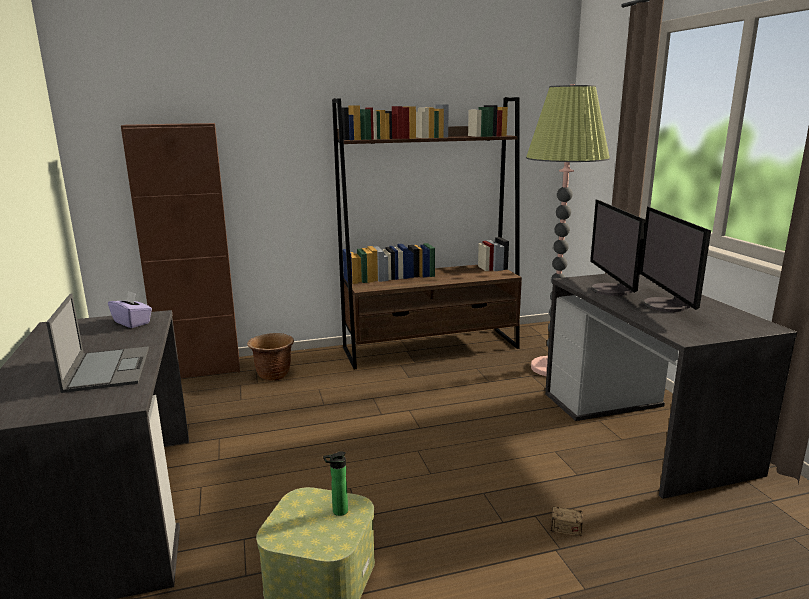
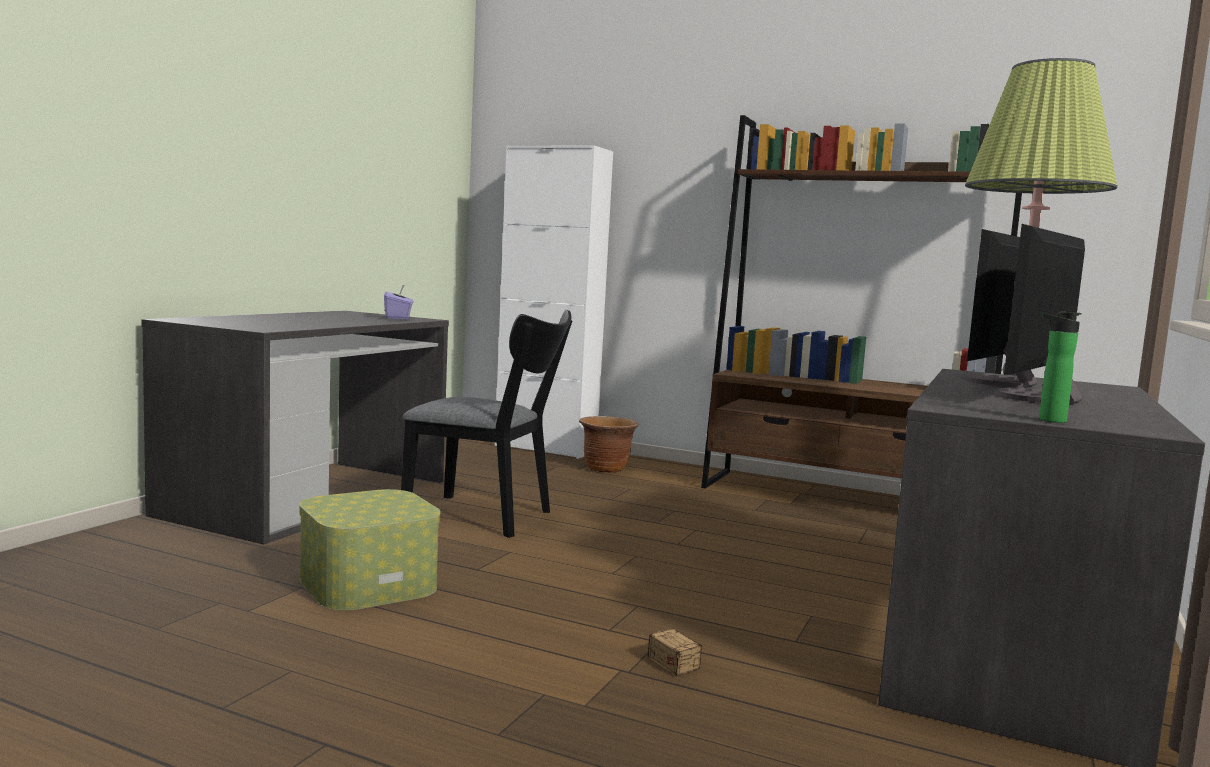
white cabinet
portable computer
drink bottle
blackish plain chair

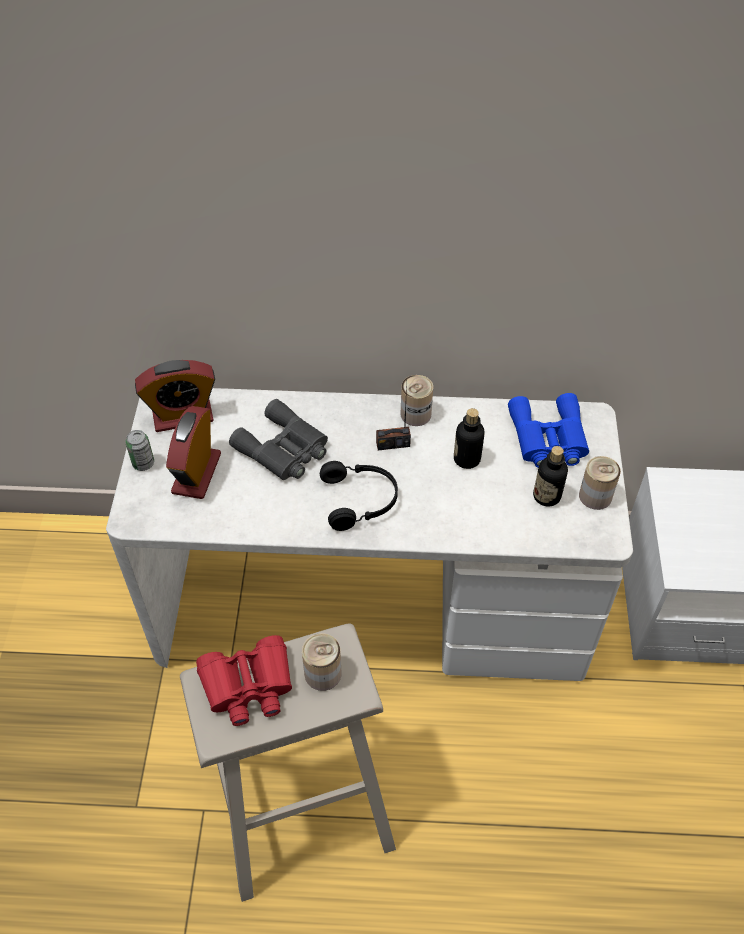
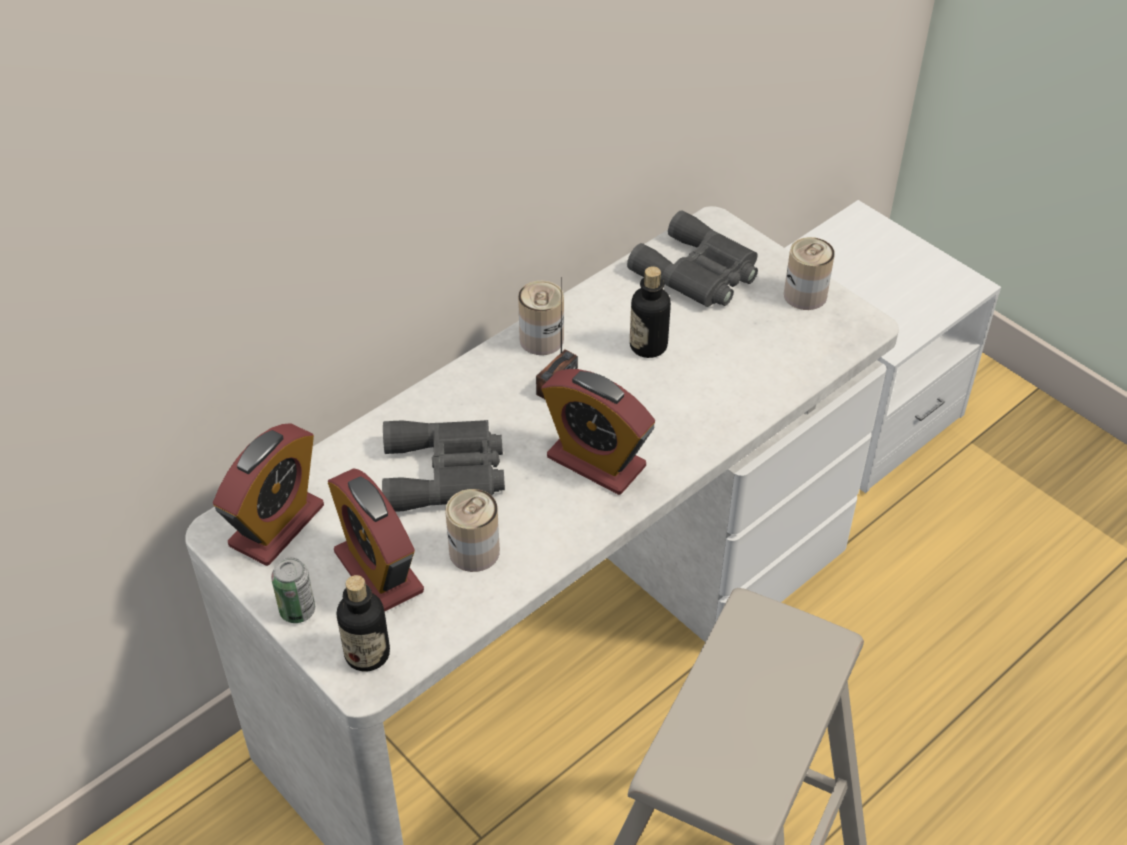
grey binoculars (no. 2 from left)
drink bottle (no. 1 from left)
table clock (no. 3 from left)
can (no. 2 from left)
reddish binoculars

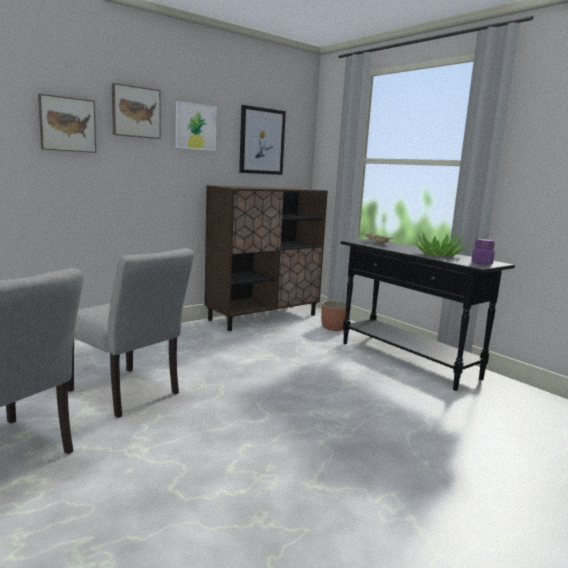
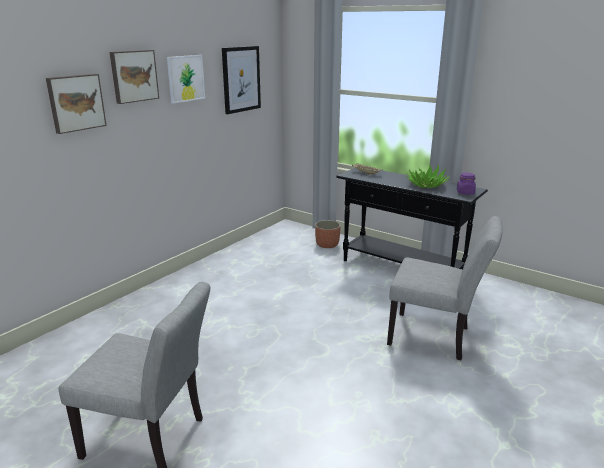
brown cabinet
grey plain chair (no. 2 from left)

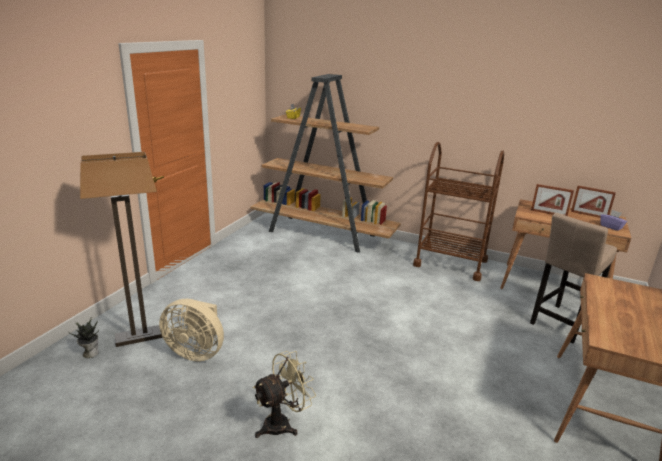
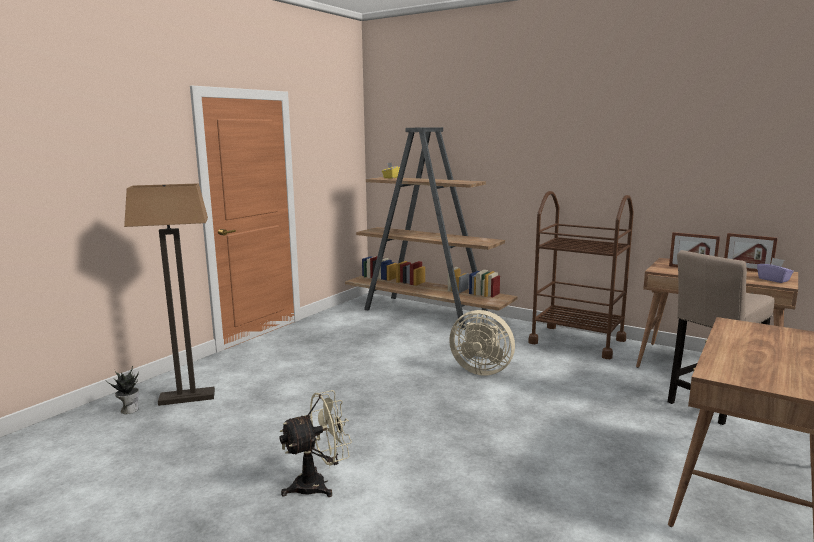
beige fan (no. 2 from left)

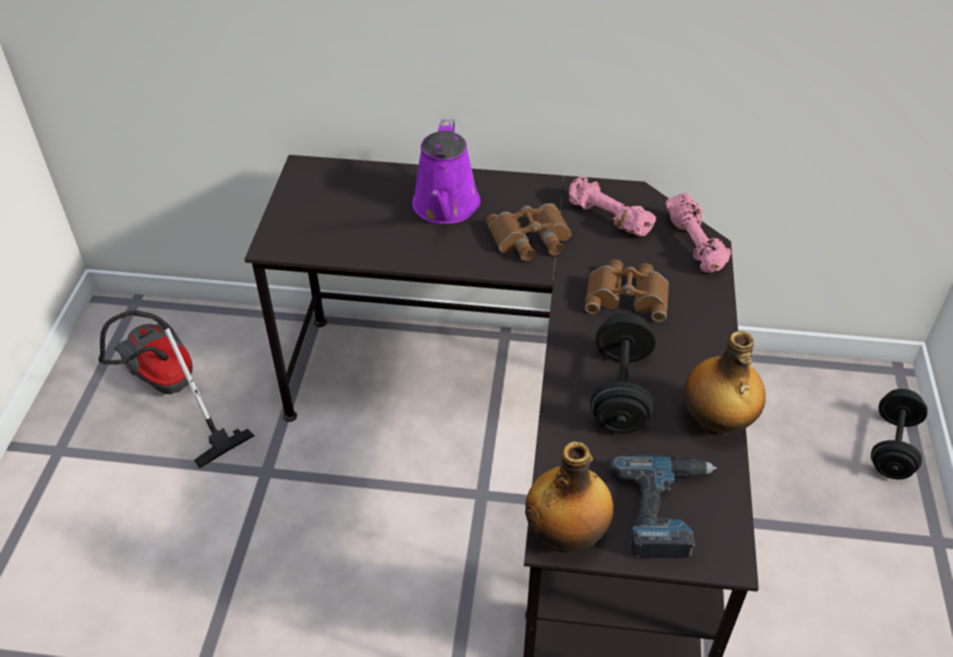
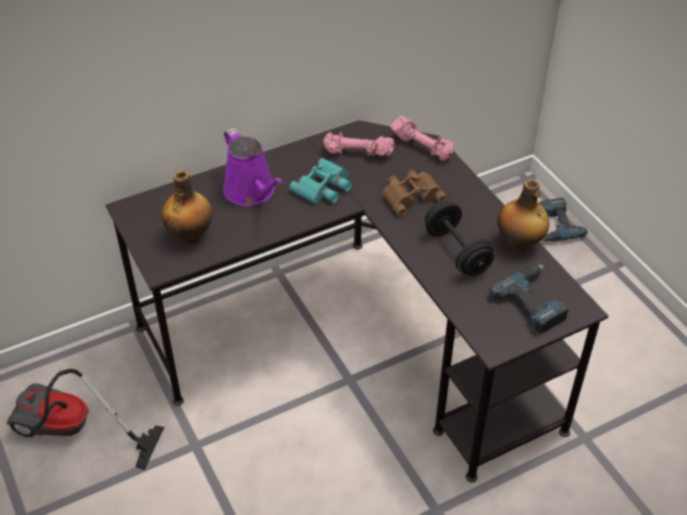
turquoise-coloured binoculars
power drill (no. 2 from left)
drink bottle (no. 1 from left)

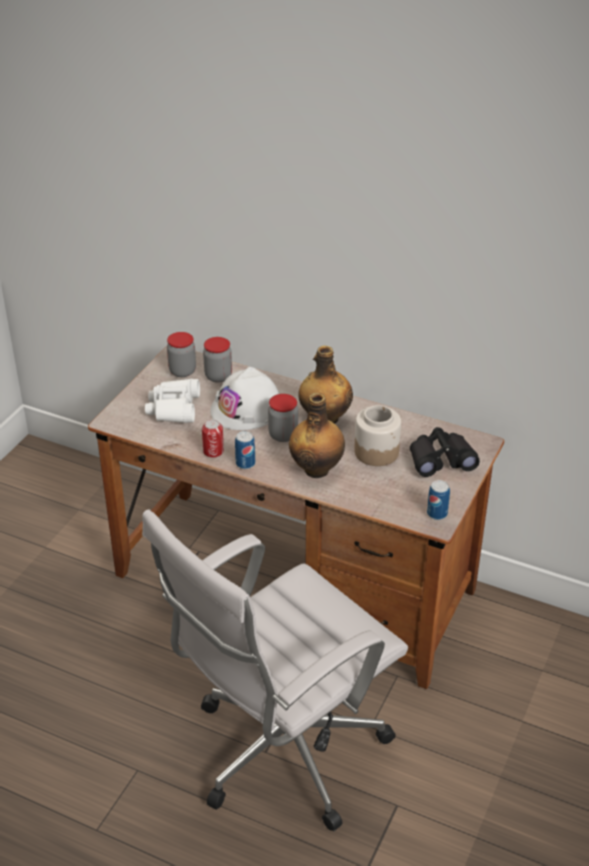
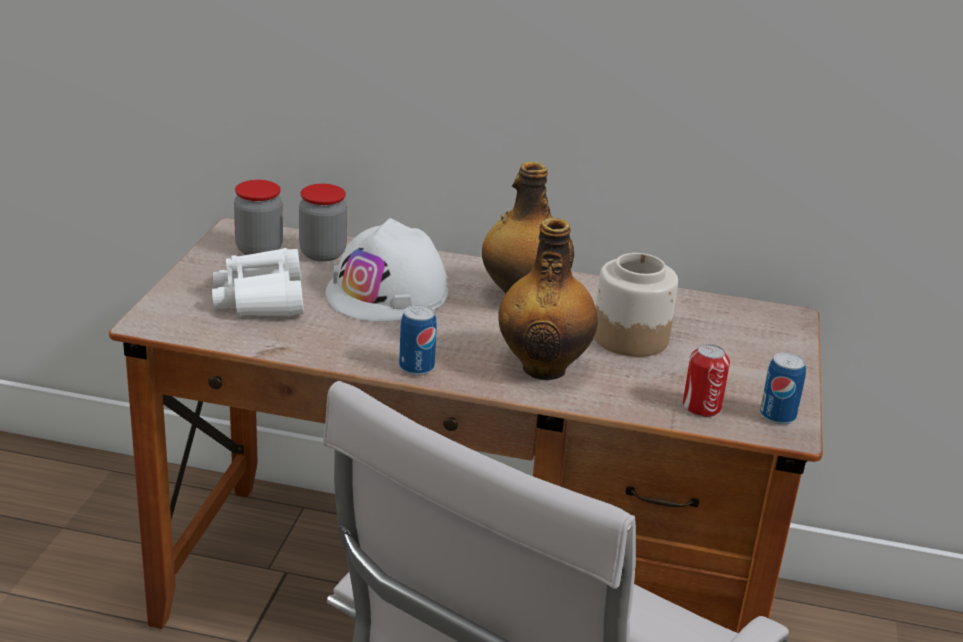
jar (no. 3 from left in the first image)
can (no. 2 from left)
blackish binoculars

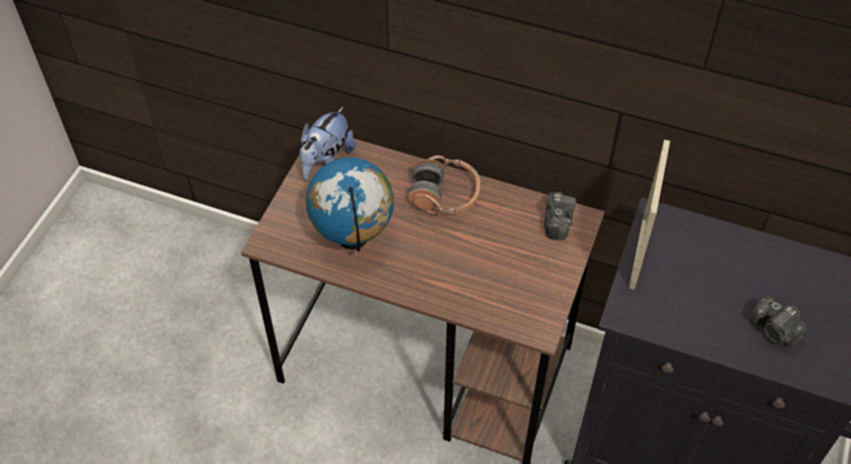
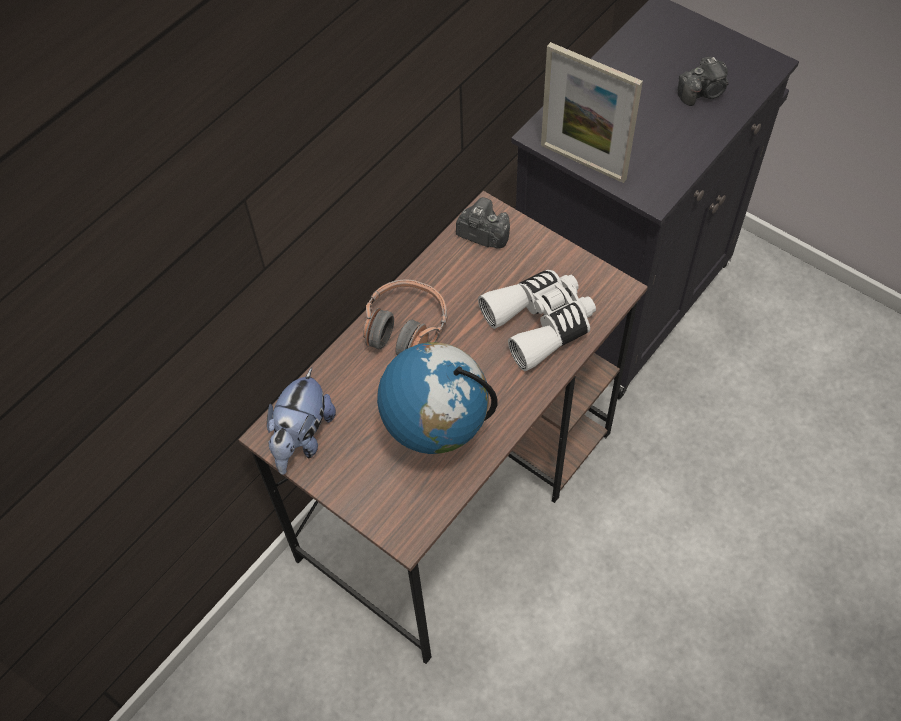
soft toy
white binoculars

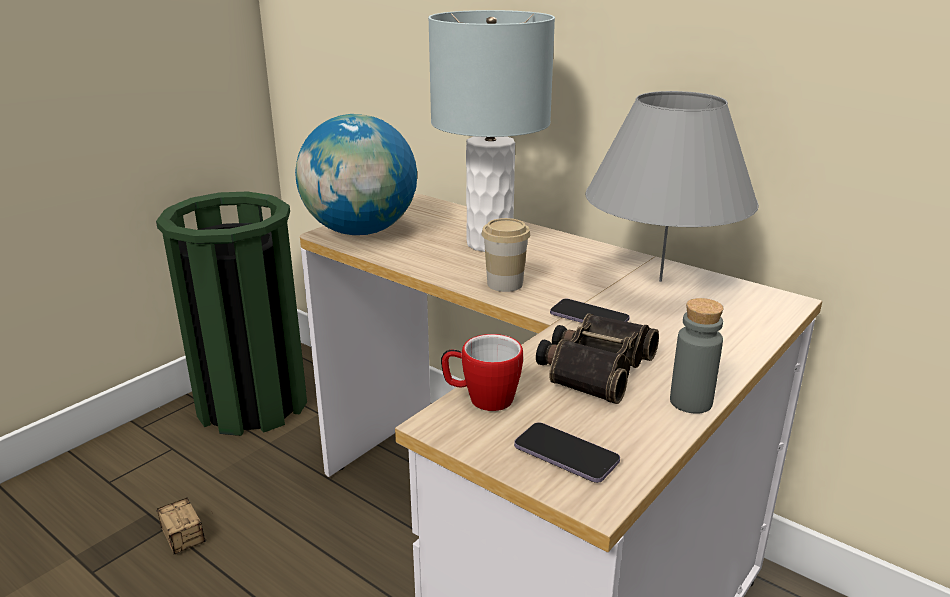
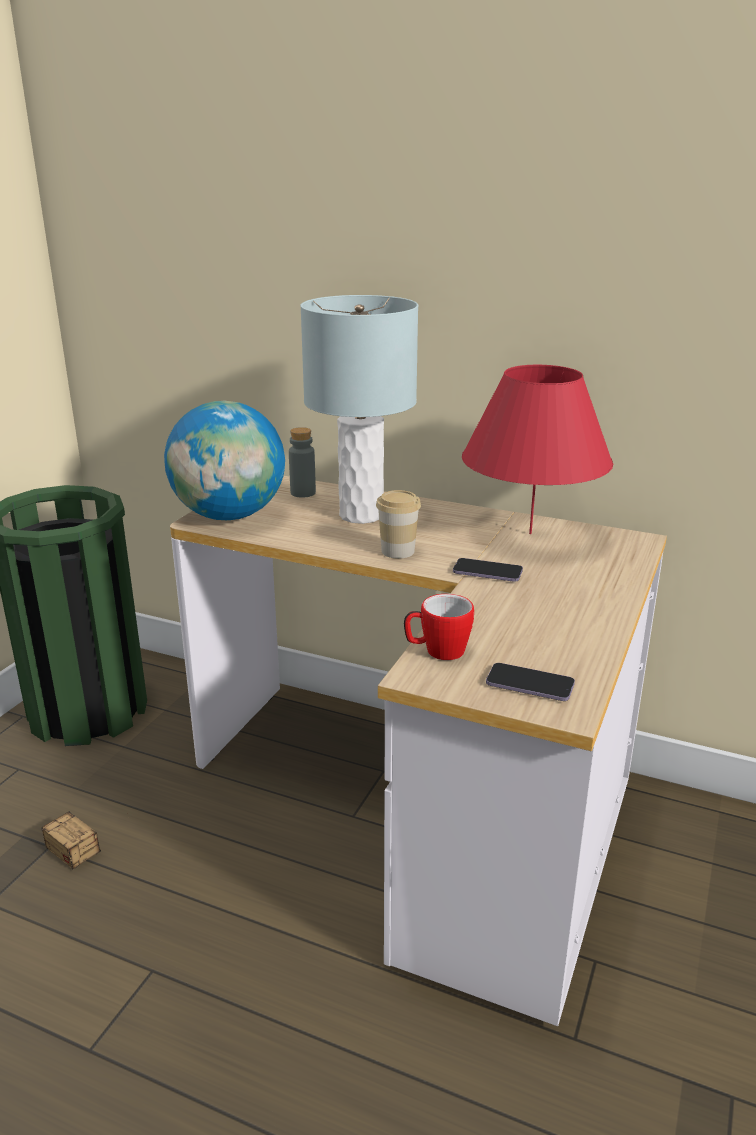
reddish lamp for a table
grey drink bottle
binoculars

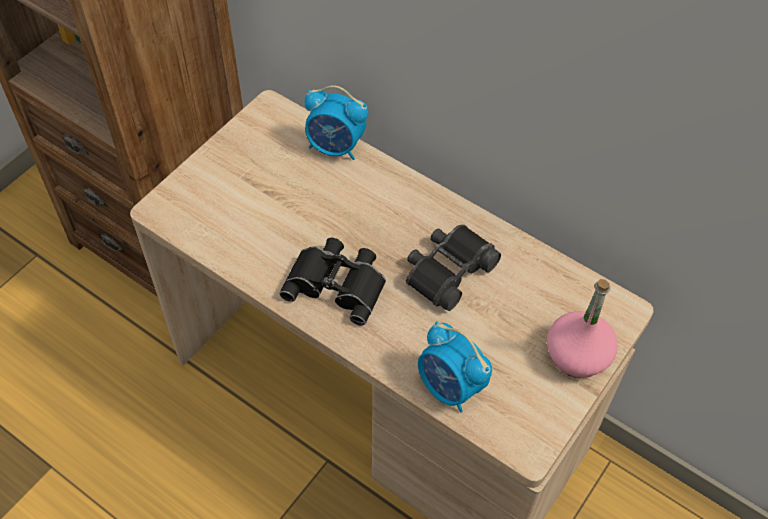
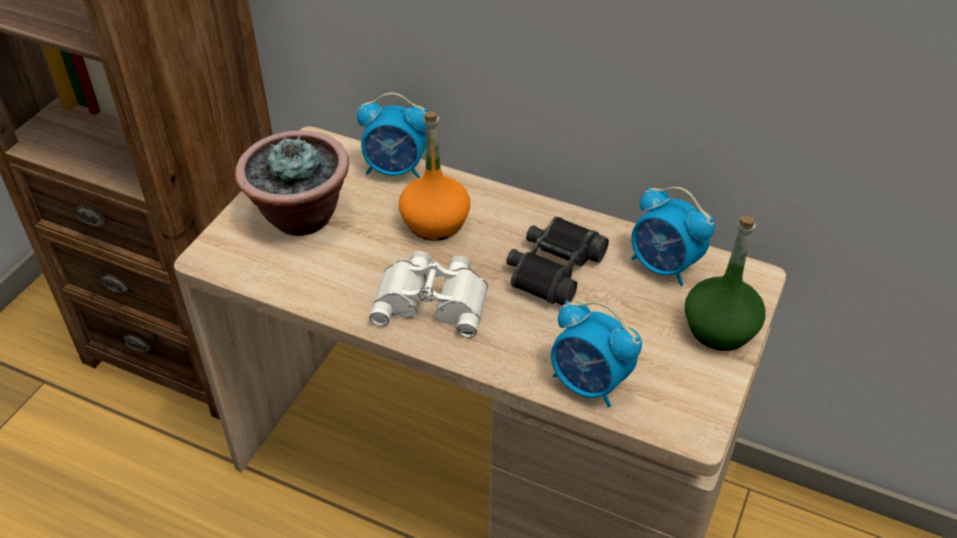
white binoculars
greenish drink bottle
orangey drink bottle
houseplant
table clock (no. 3 from left)

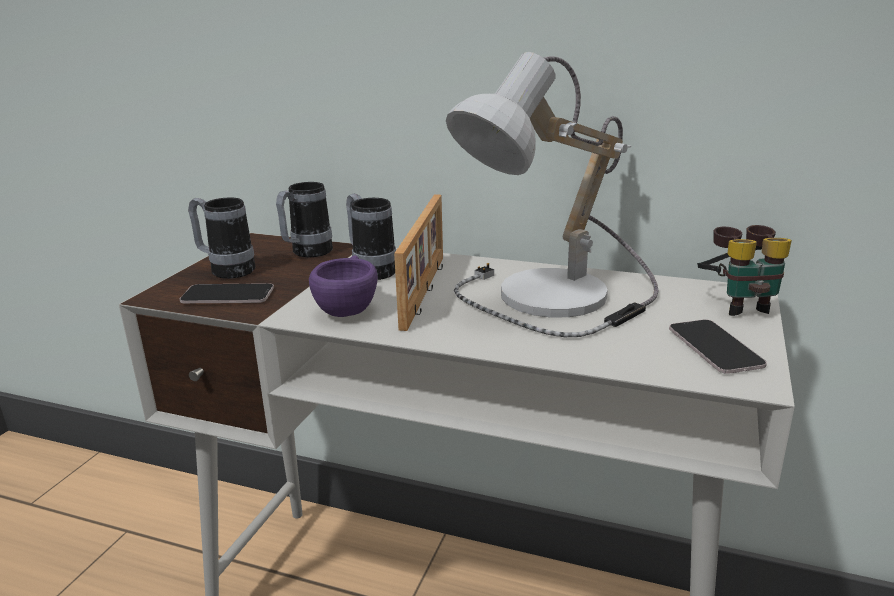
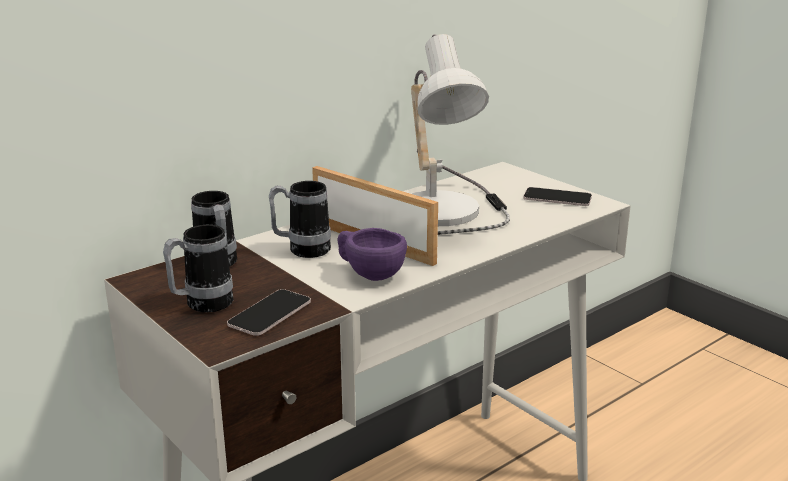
binoculars

